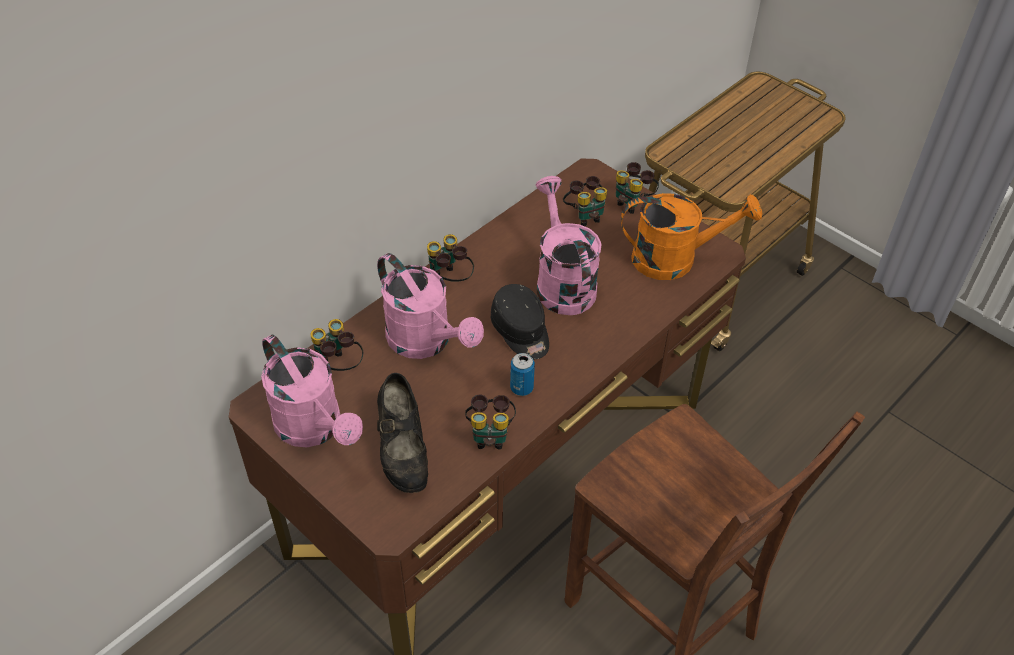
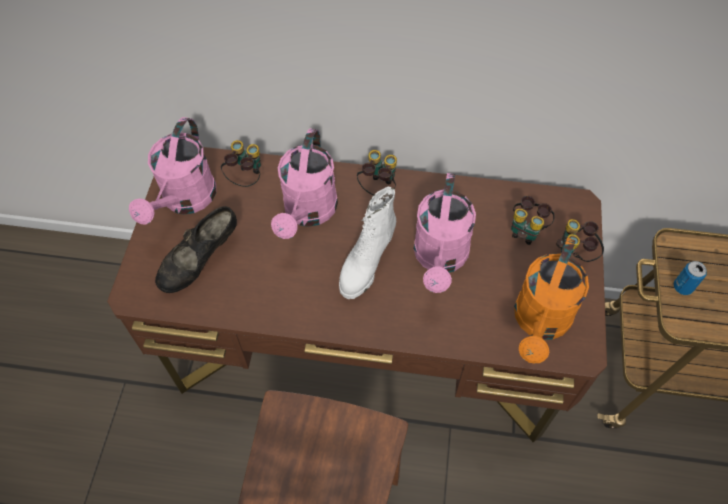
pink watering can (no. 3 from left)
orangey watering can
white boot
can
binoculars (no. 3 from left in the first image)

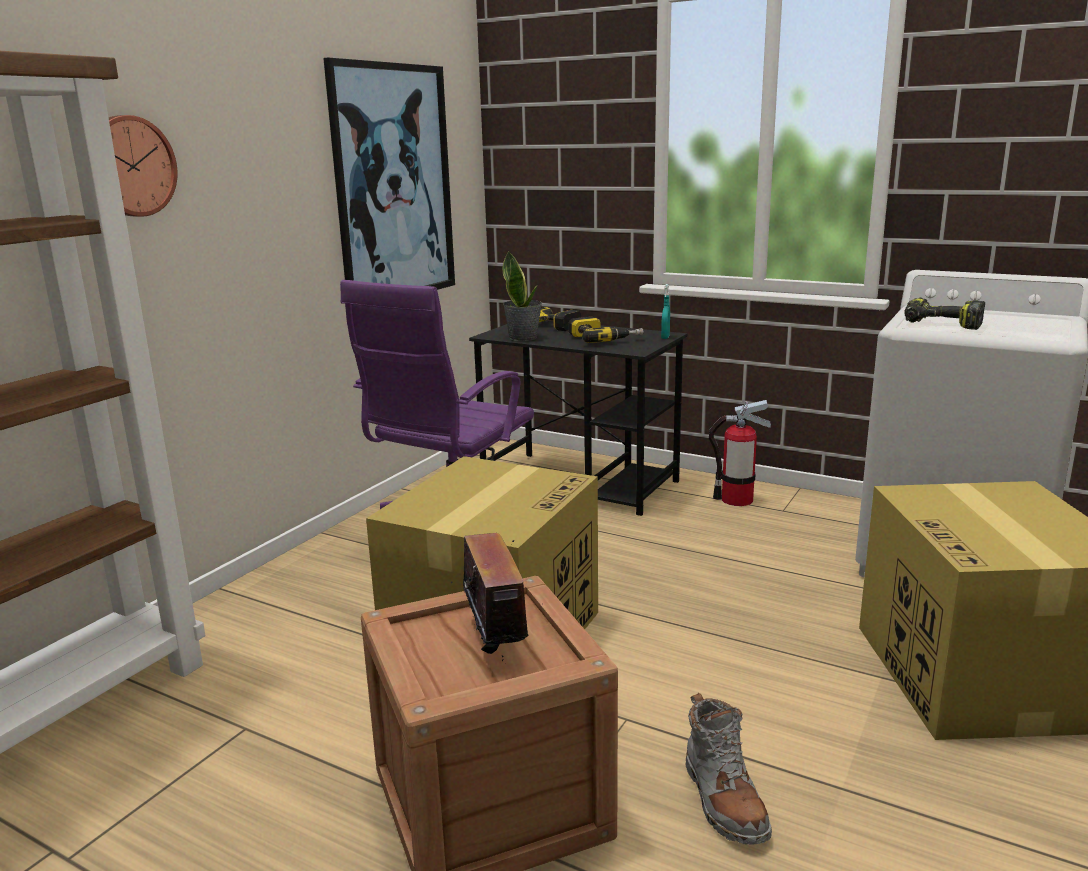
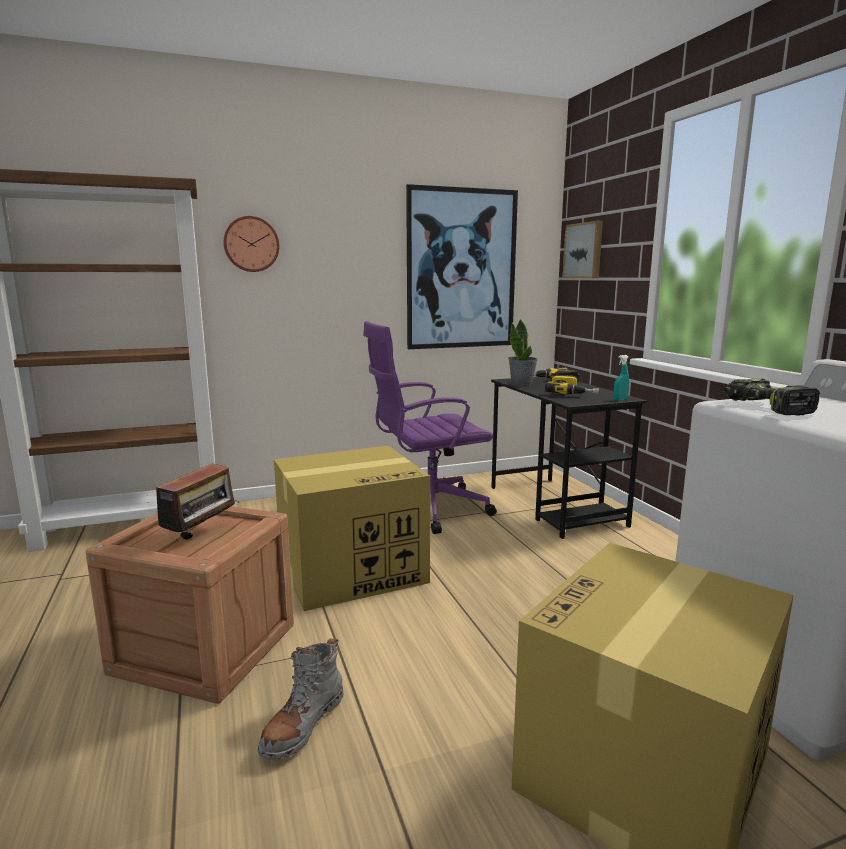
extinguisher
wall art (no. 2 from left)

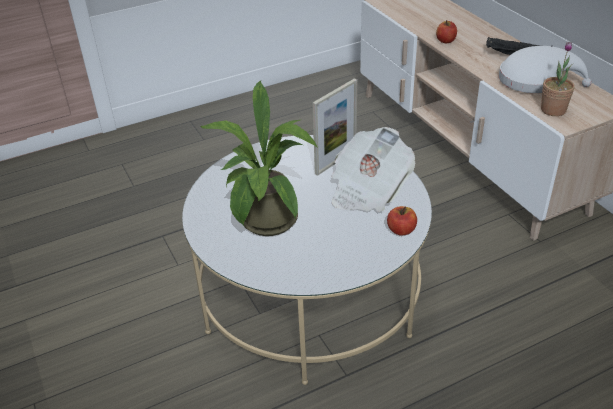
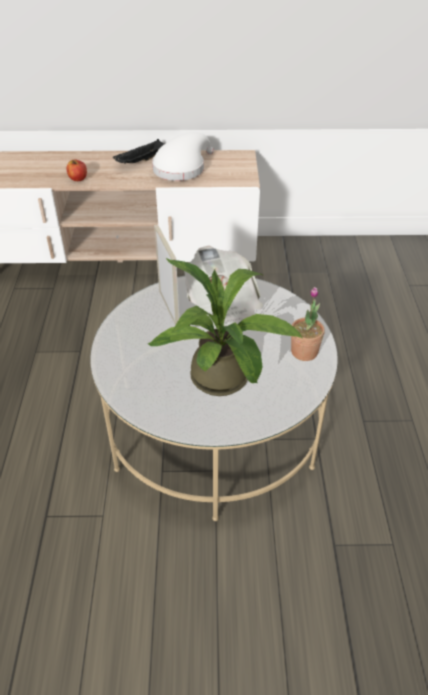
houseplant (no. 2 from left)
apple (no. 1 from left in the first image)

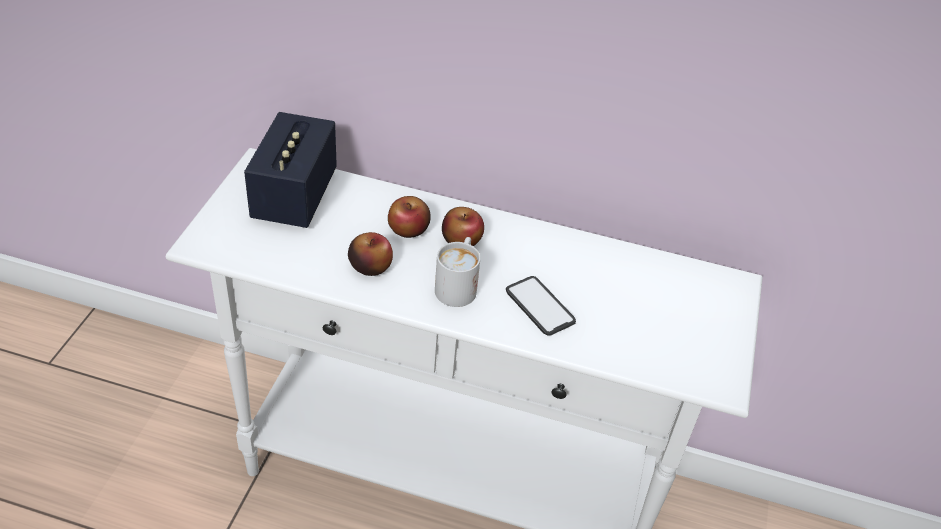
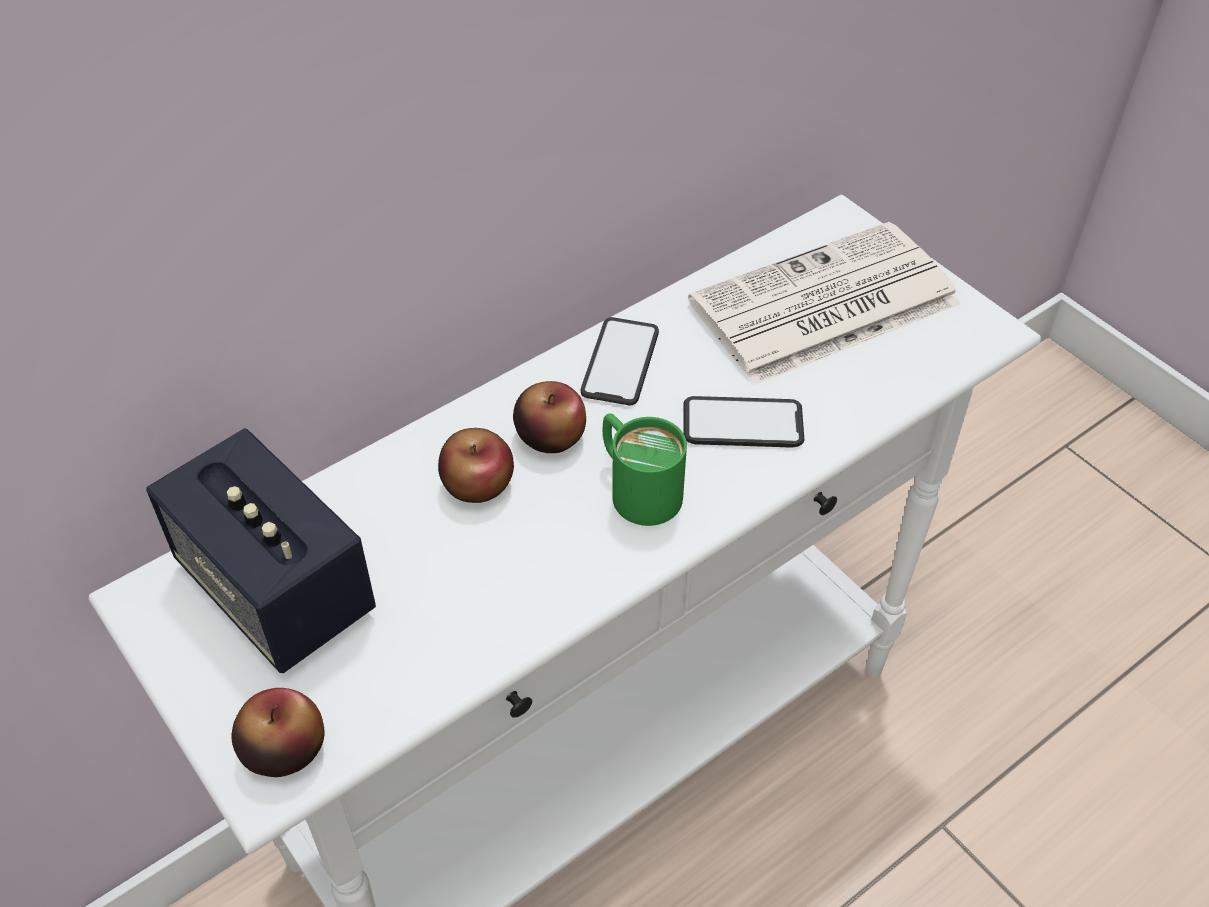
apple (no. 1 from left)
greenish coffee mug
newspaper
handset (no. 1 from left)

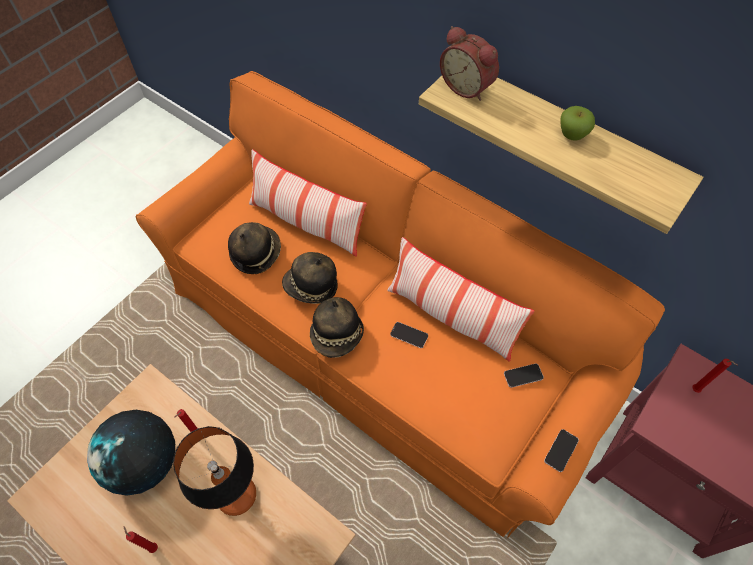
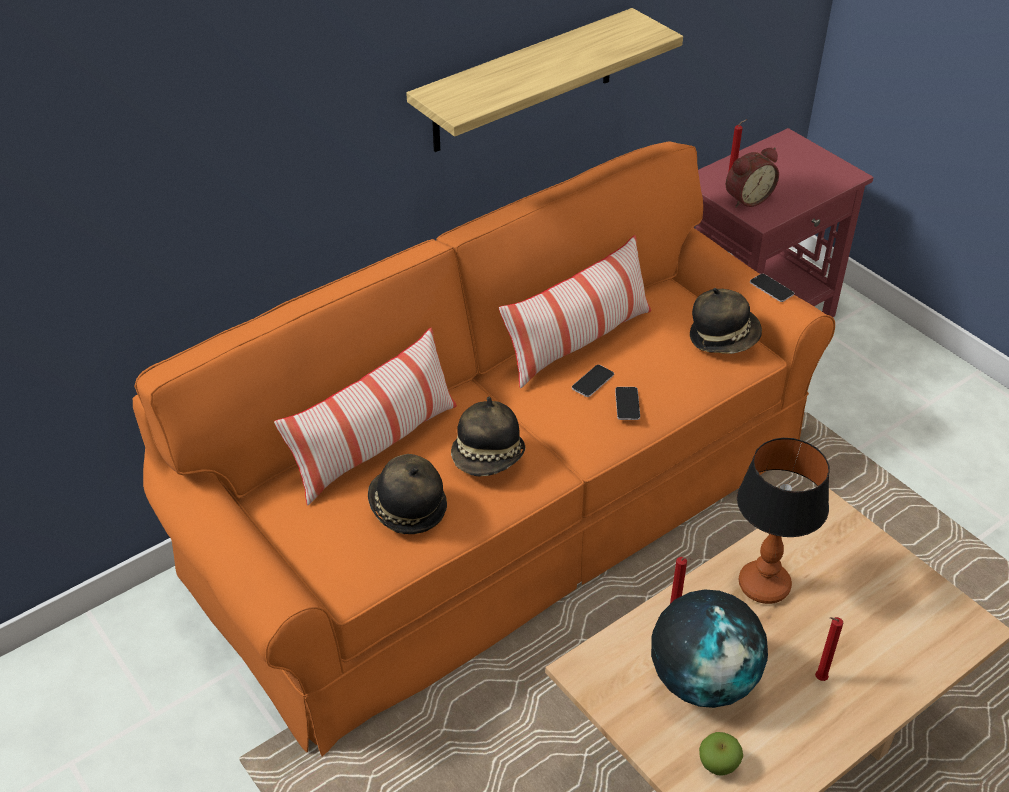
table clock
apple
wearable hat (no. 3 from left)
handset (no. 2 from left)

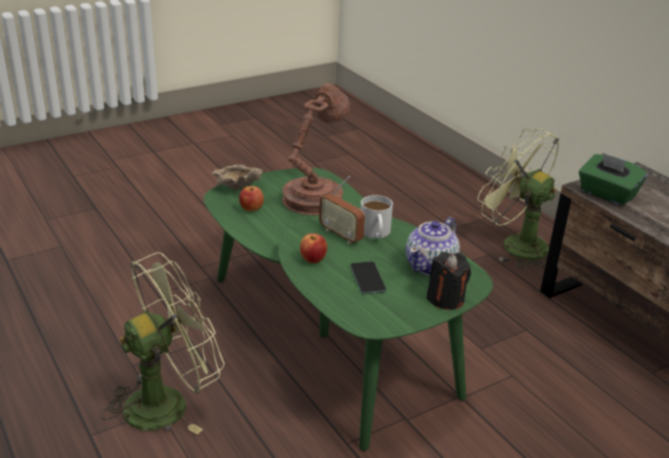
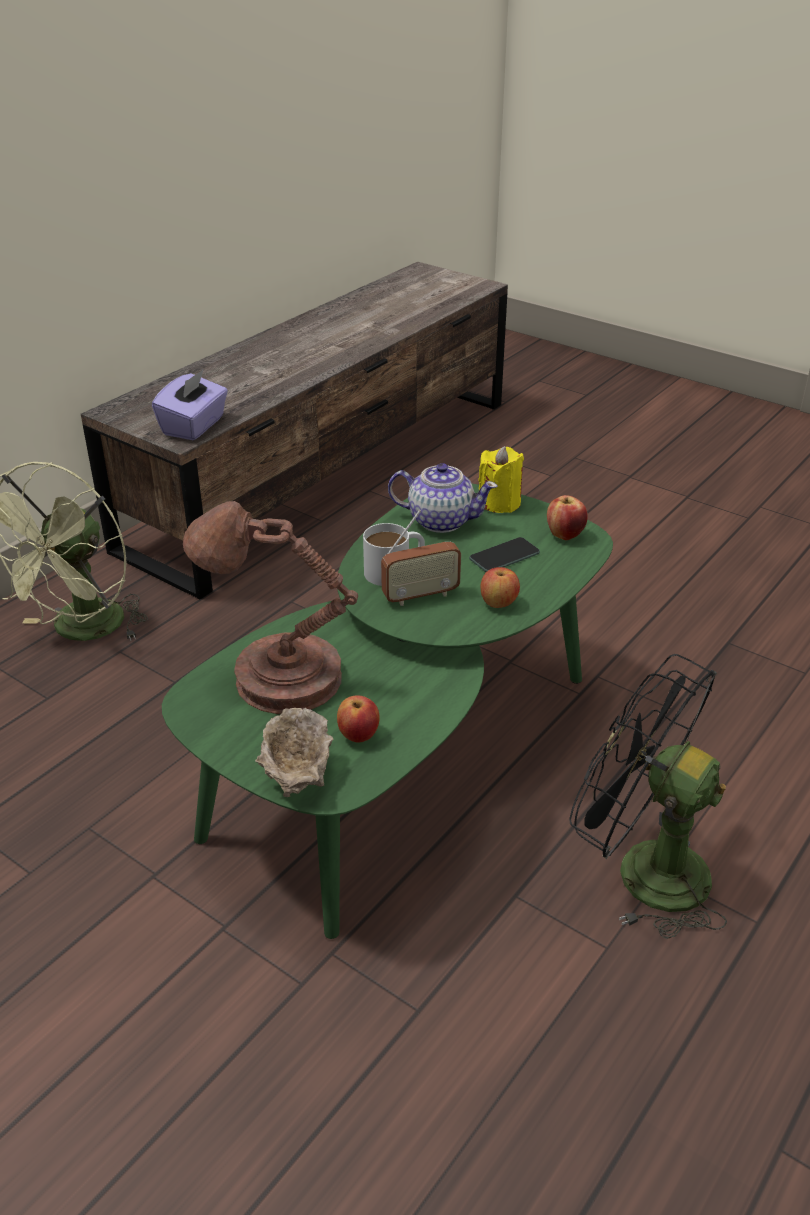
purple-coloured tissue box
radio
blackish fan
yellow wax light
apple (no. 3 from left)

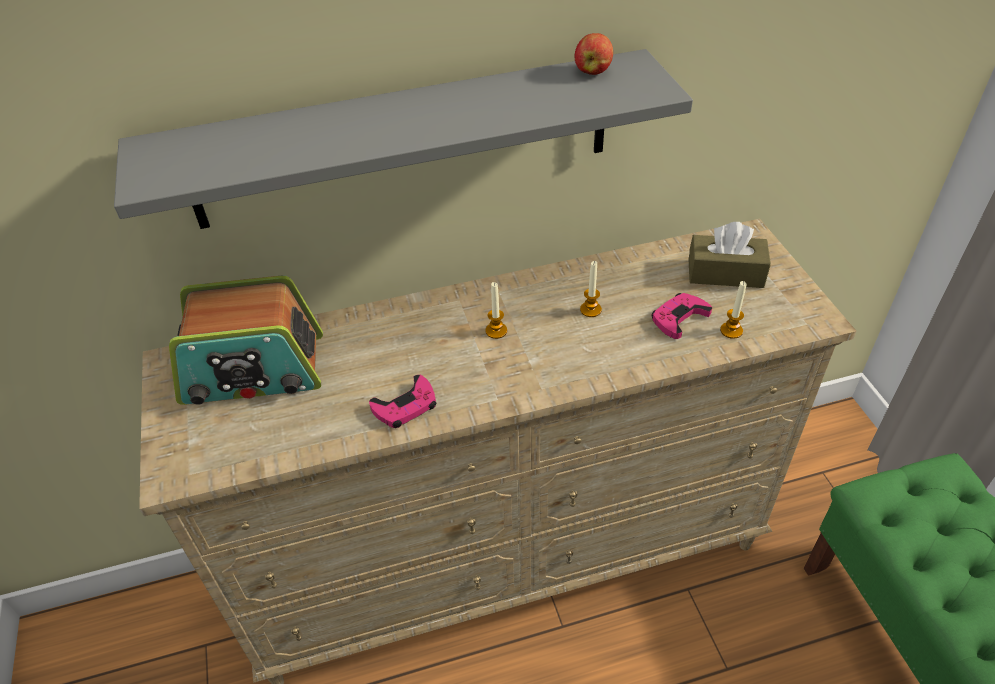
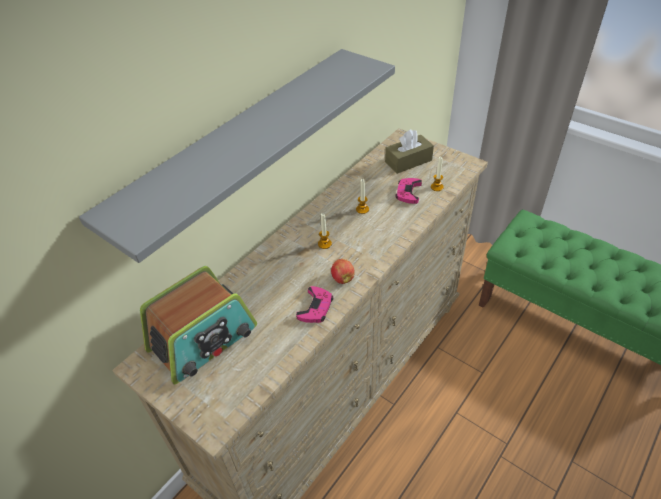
apple

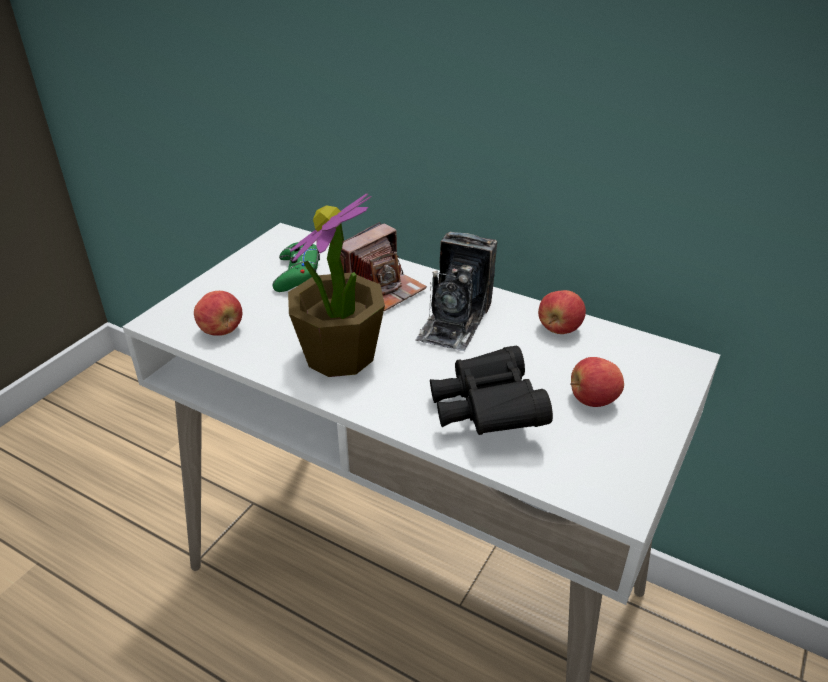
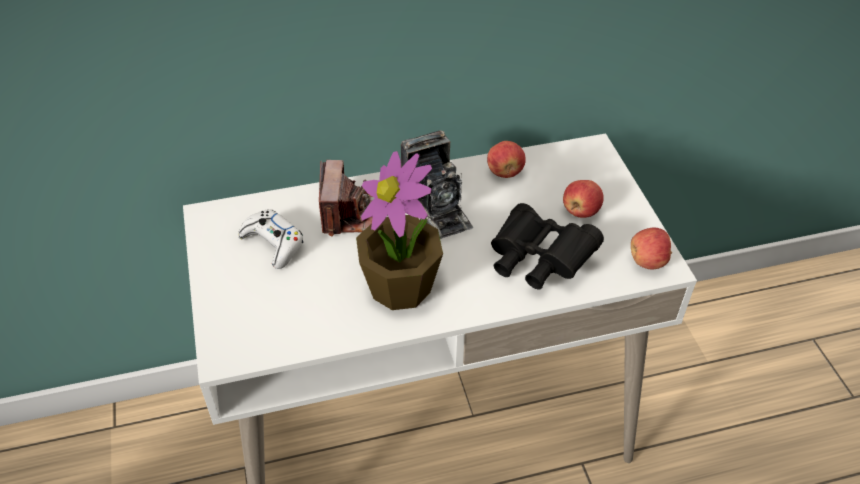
white gamepad
apple (no. 3 from left)

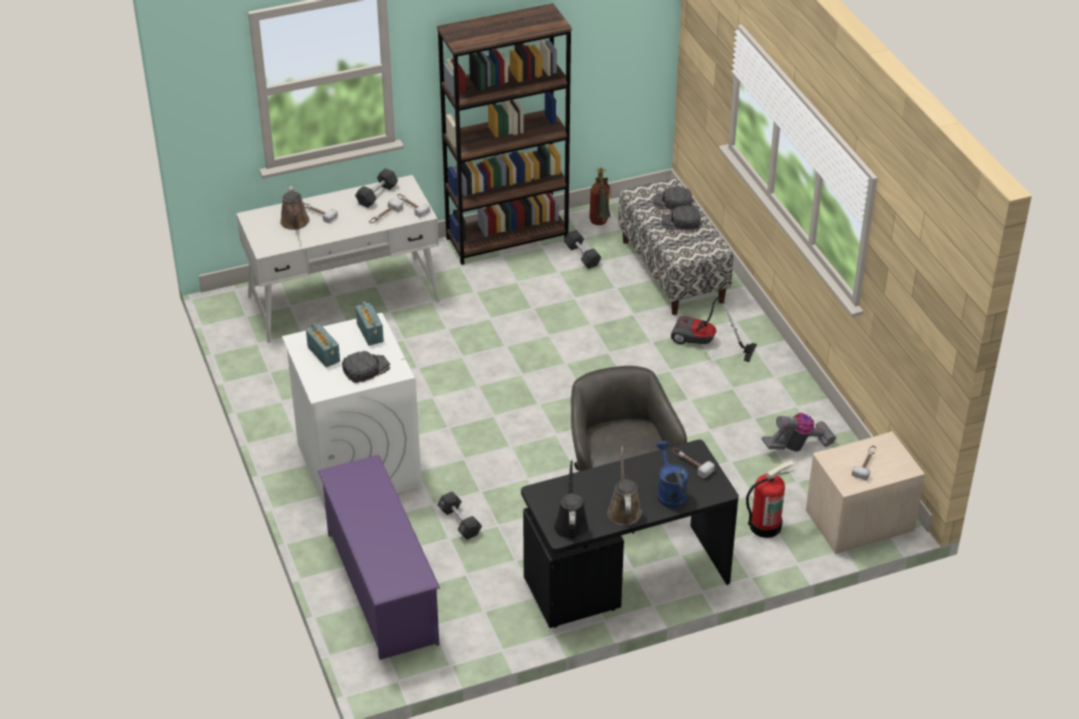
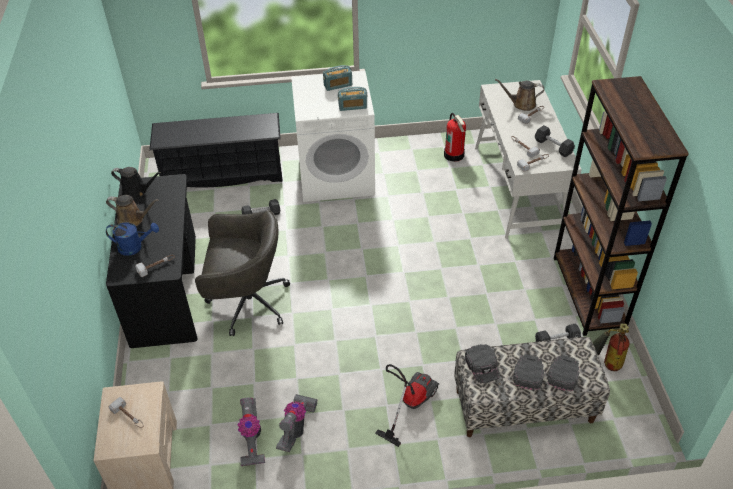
blackish cap (no. 1 from left)
blackish shoe shelf
extinguisher (no. 1 from left)
vacuum cleaner (no. 2 from left)

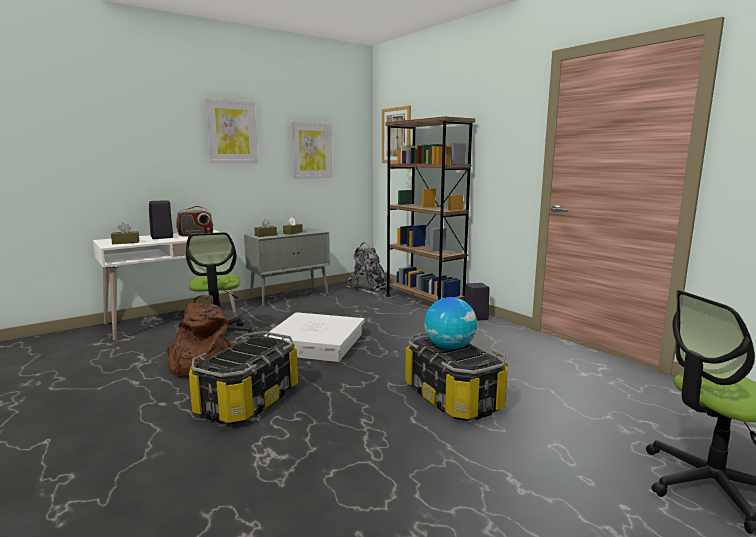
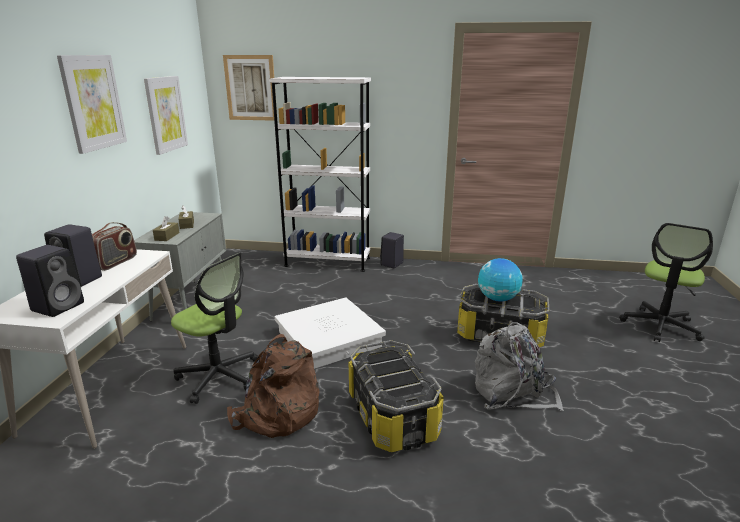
white bookcase
blackish audio speaker (no. 1 from left)
grey knapsack

